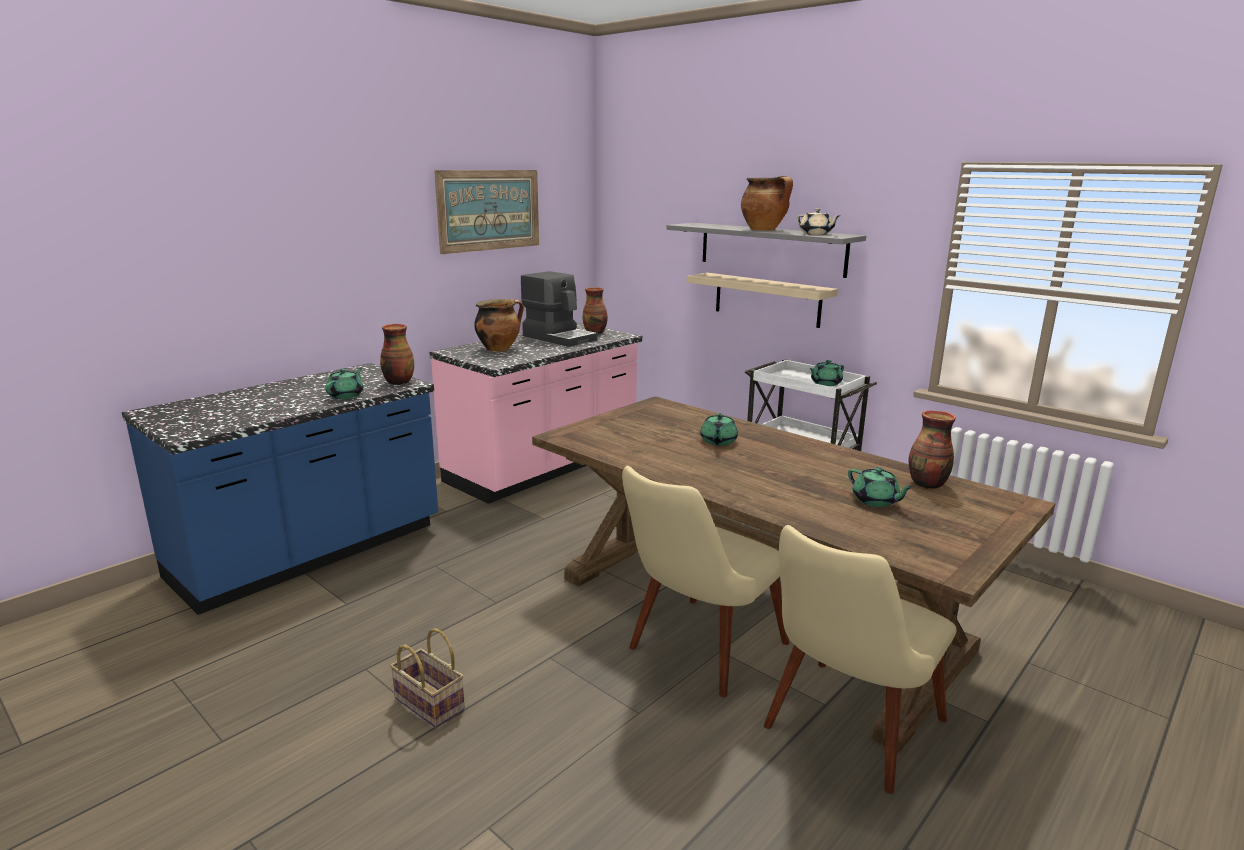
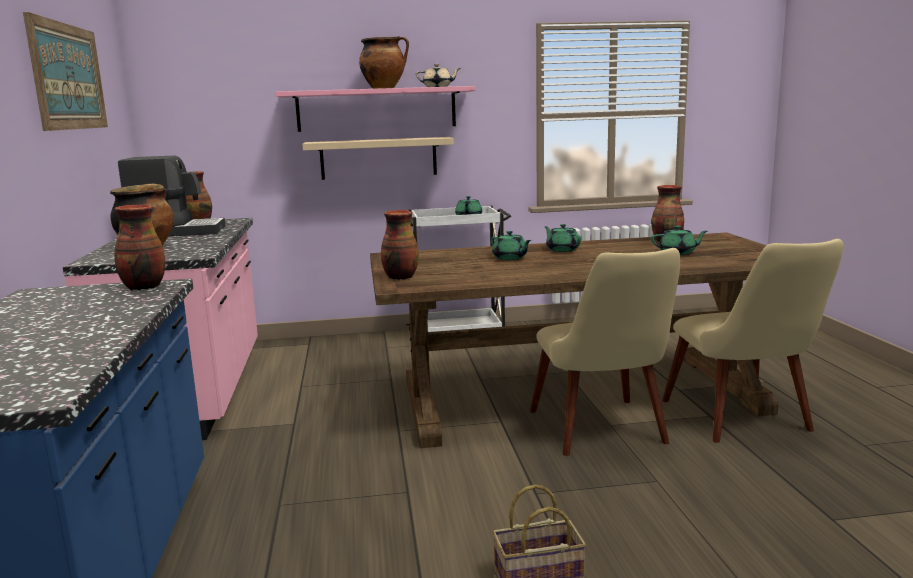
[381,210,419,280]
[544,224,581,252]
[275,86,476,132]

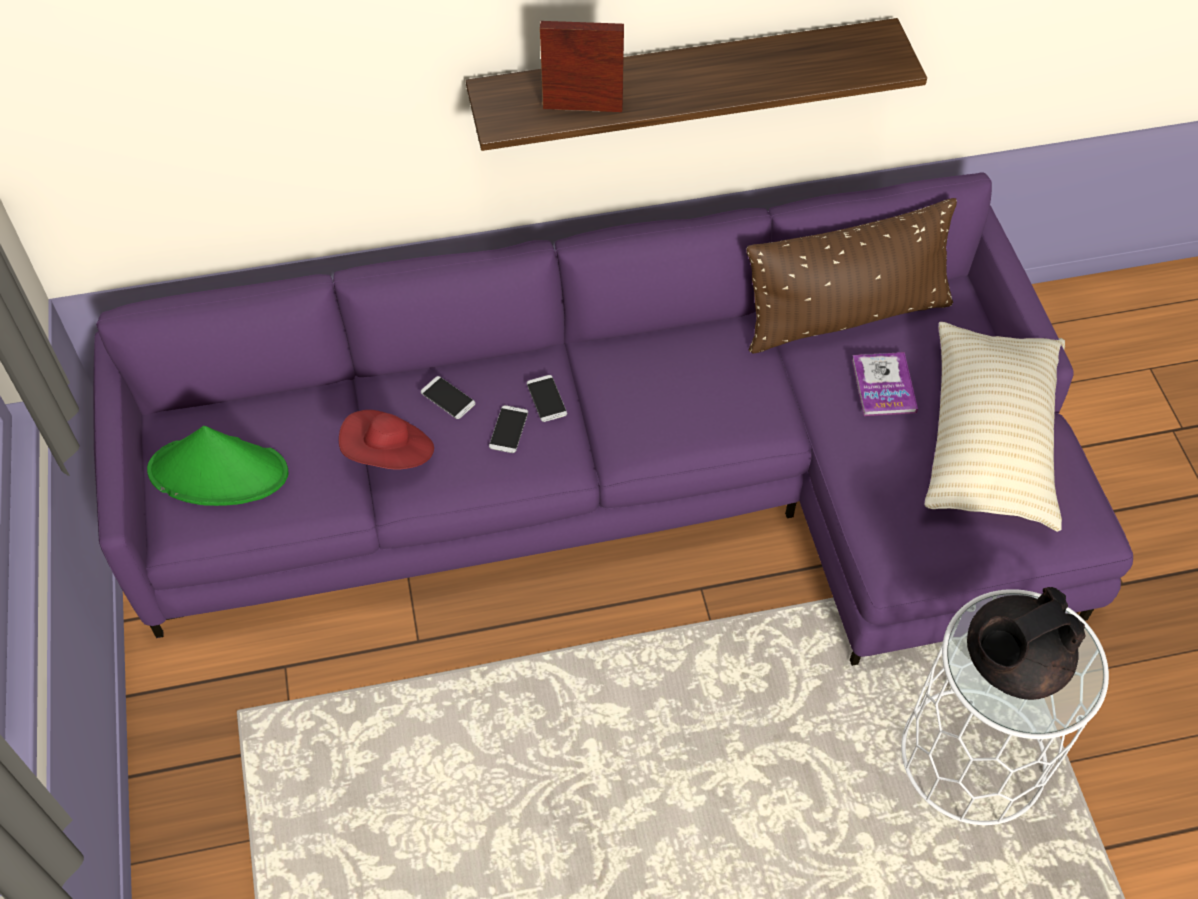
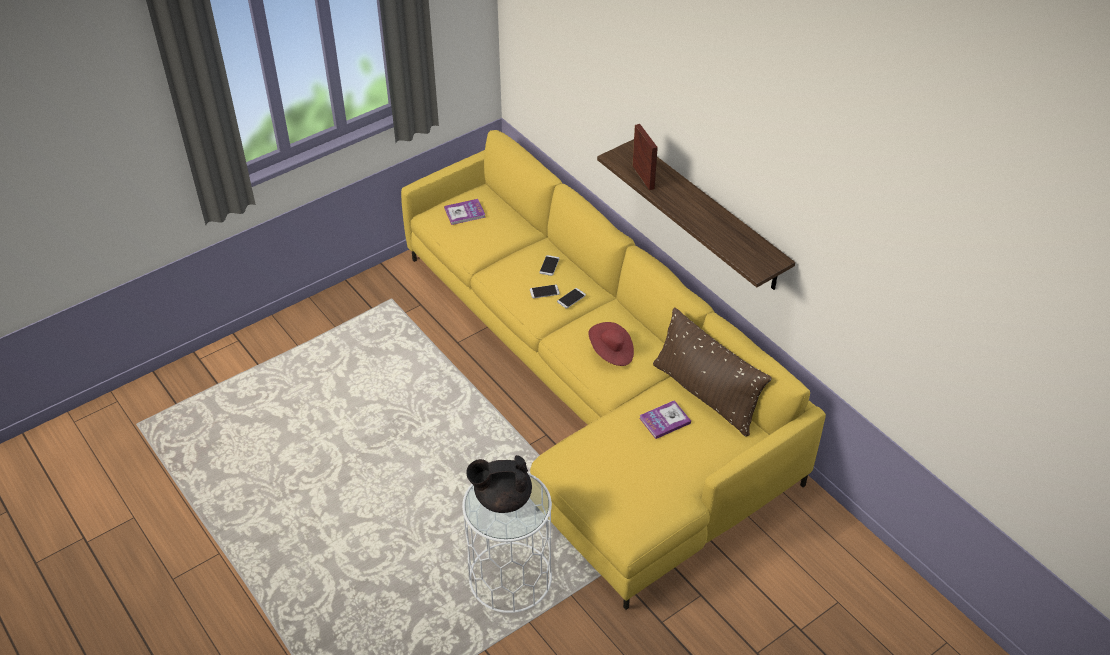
[924,322,1065,532] (first image)
[588,322,634,366]
[444,199,486,225]
[401,130,826,610]
[466,455,532,513]

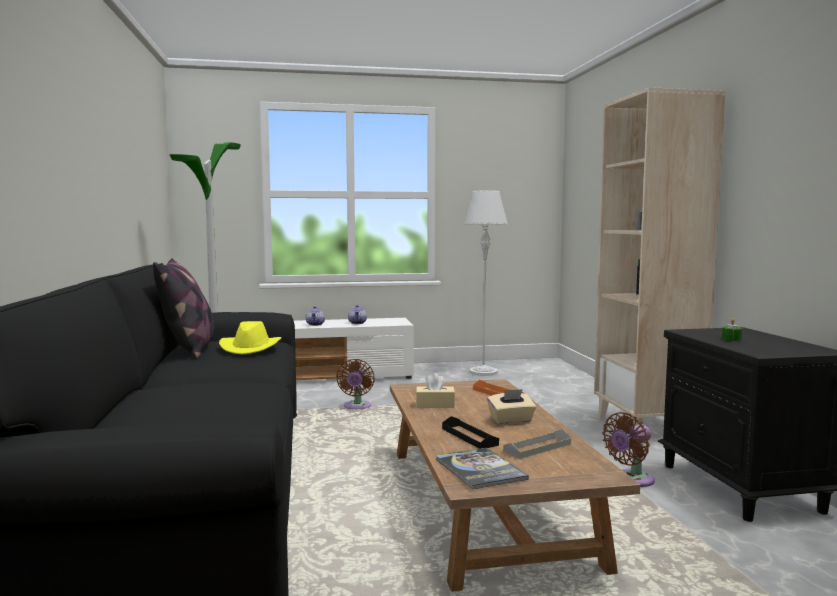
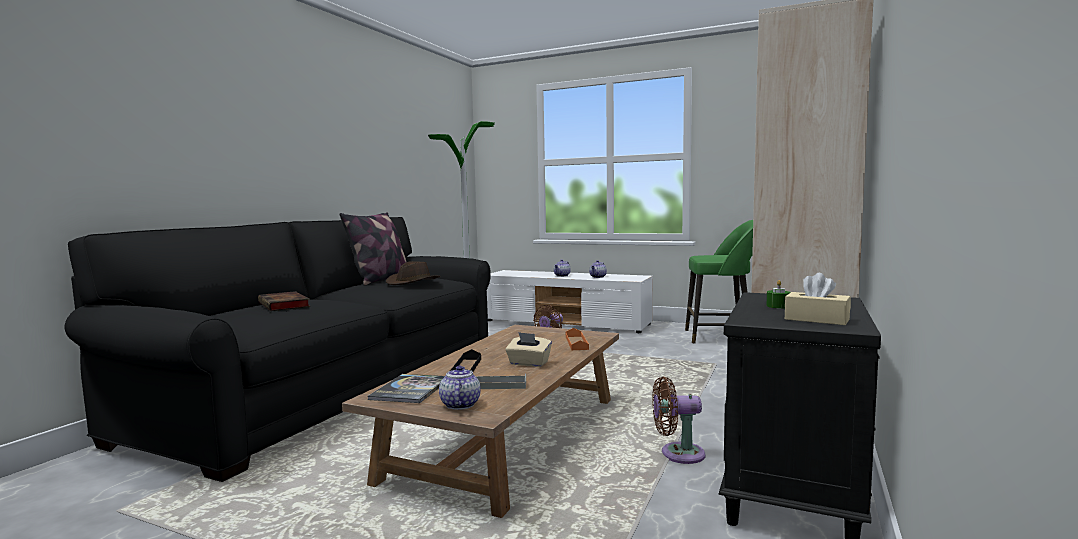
[258,291,310,311]
[439,366,481,410]
[785,273,851,325]
[685,220,753,344]
[386,261,441,285]

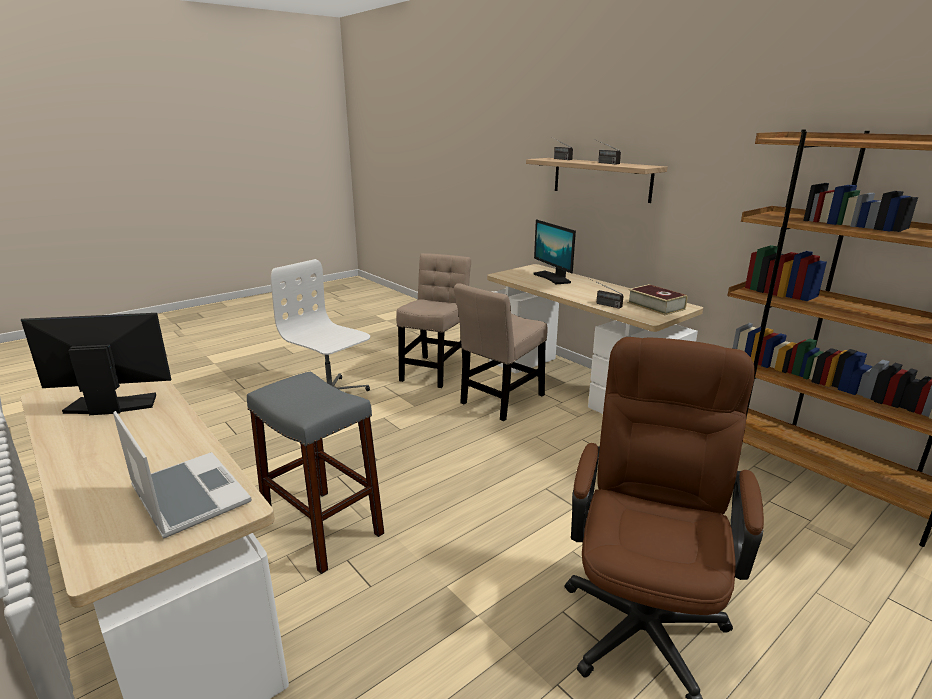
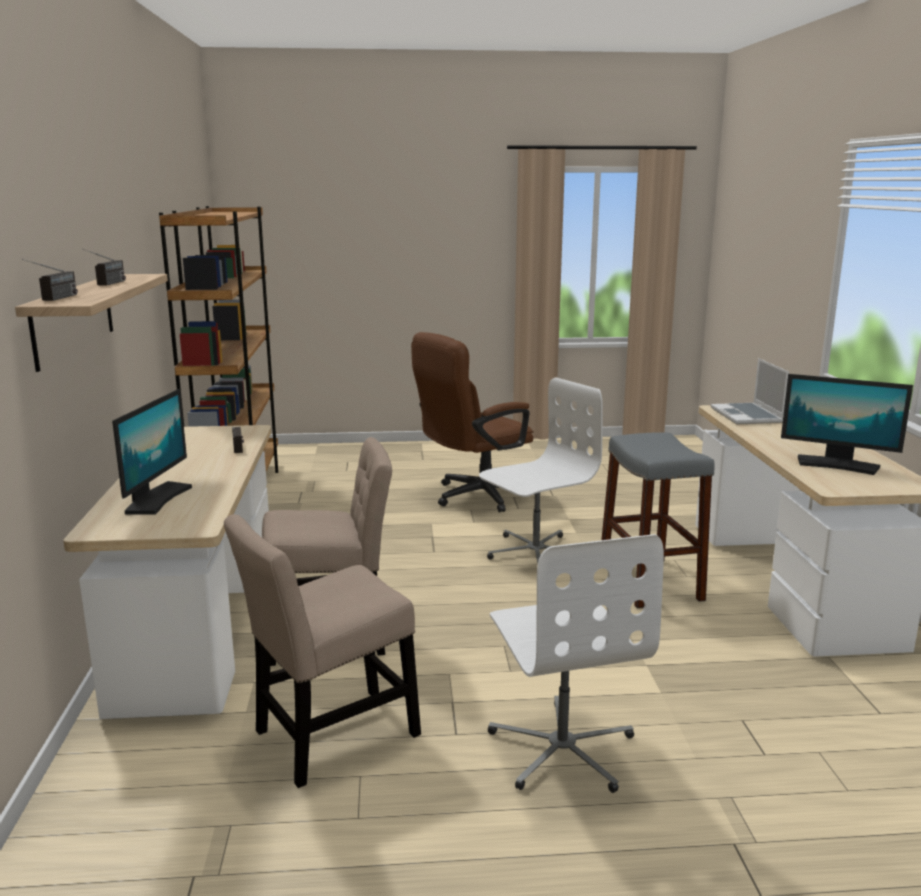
[627,284,688,315] (first image)
[479,378,603,564]

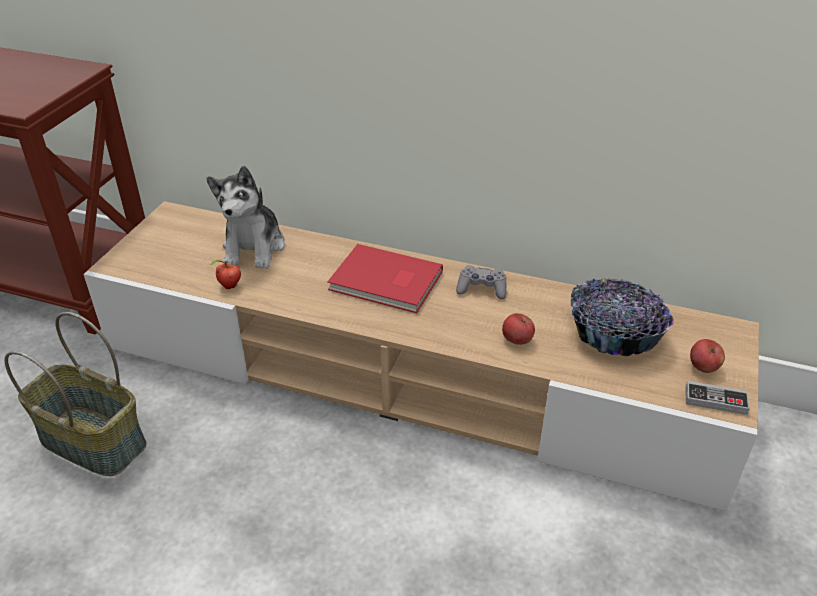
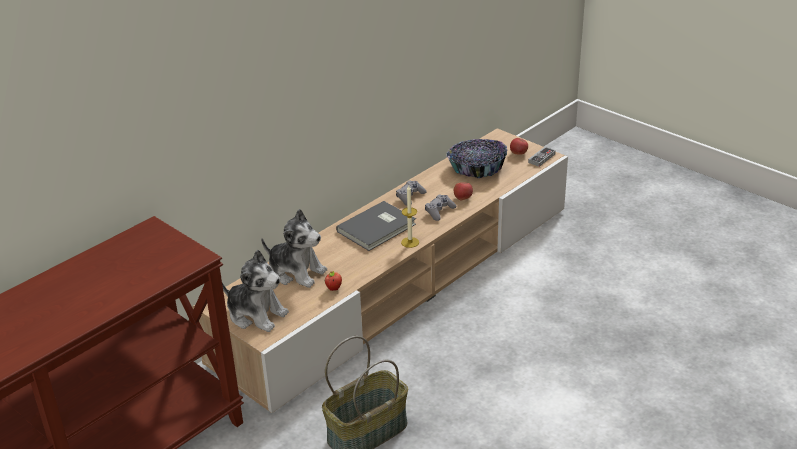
[222,250,289,332]
[401,185,419,248]
[425,194,456,221]
[336,201,416,251]

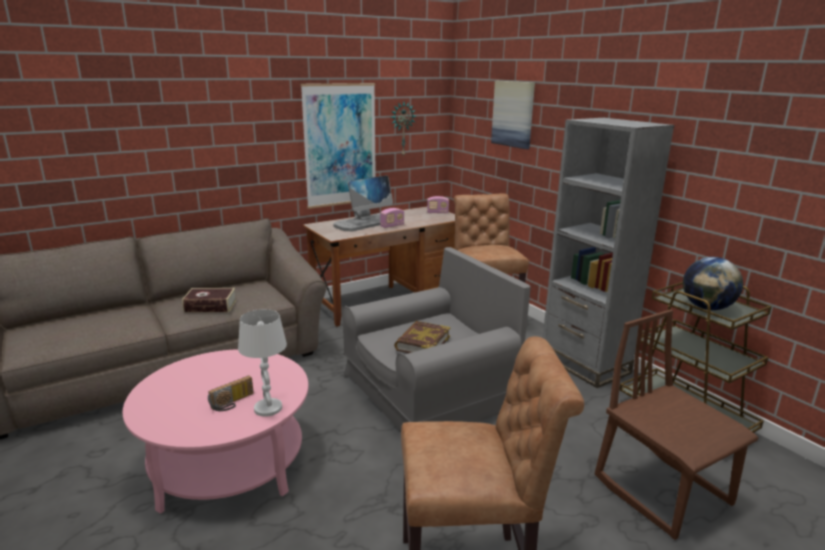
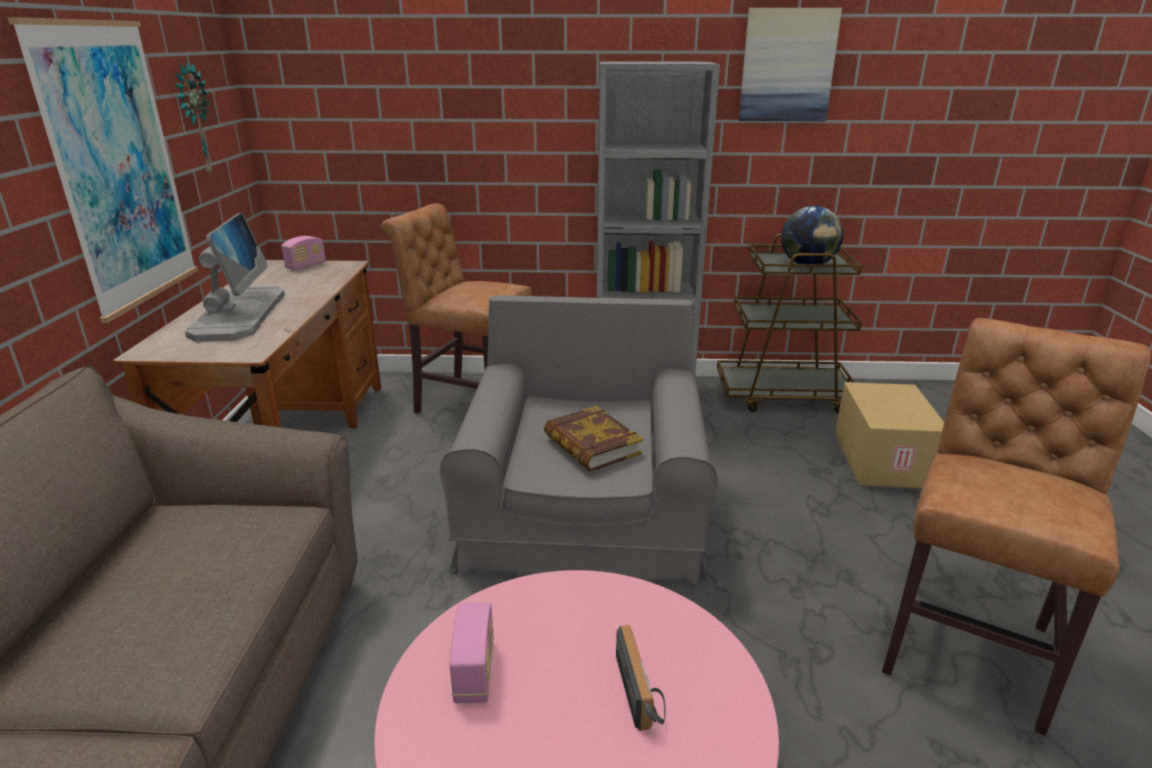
[182,288,237,313] (first image)
[238,309,287,417] (first image)
[450,603,494,703]
[738,8,842,121]
[835,382,944,488]

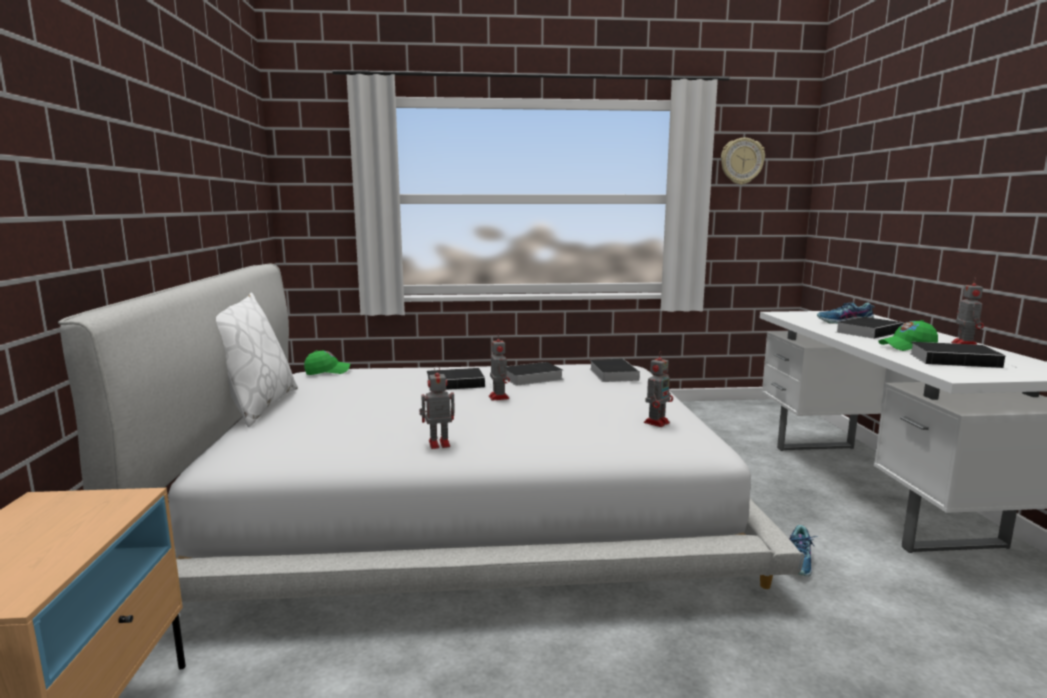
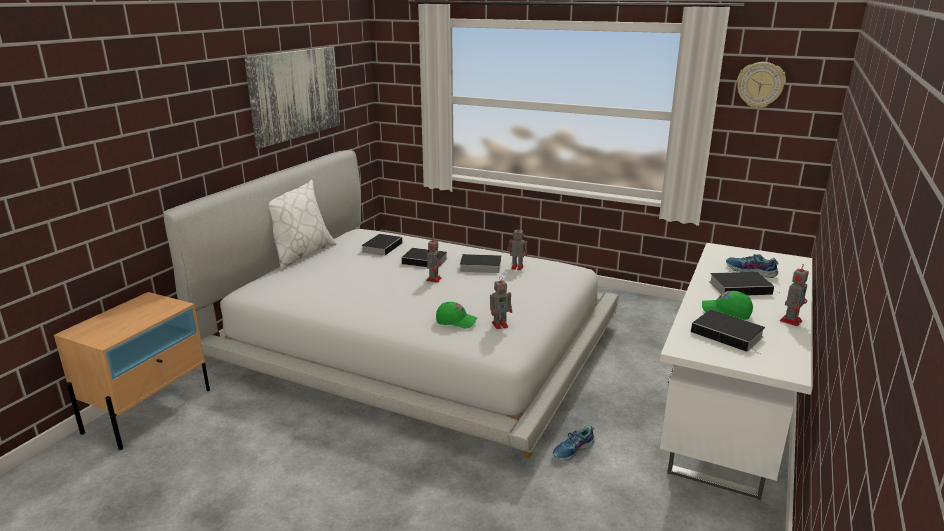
[244,47,340,148]
[436,302,477,329]
[507,226,527,270]
[361,234,402,256]

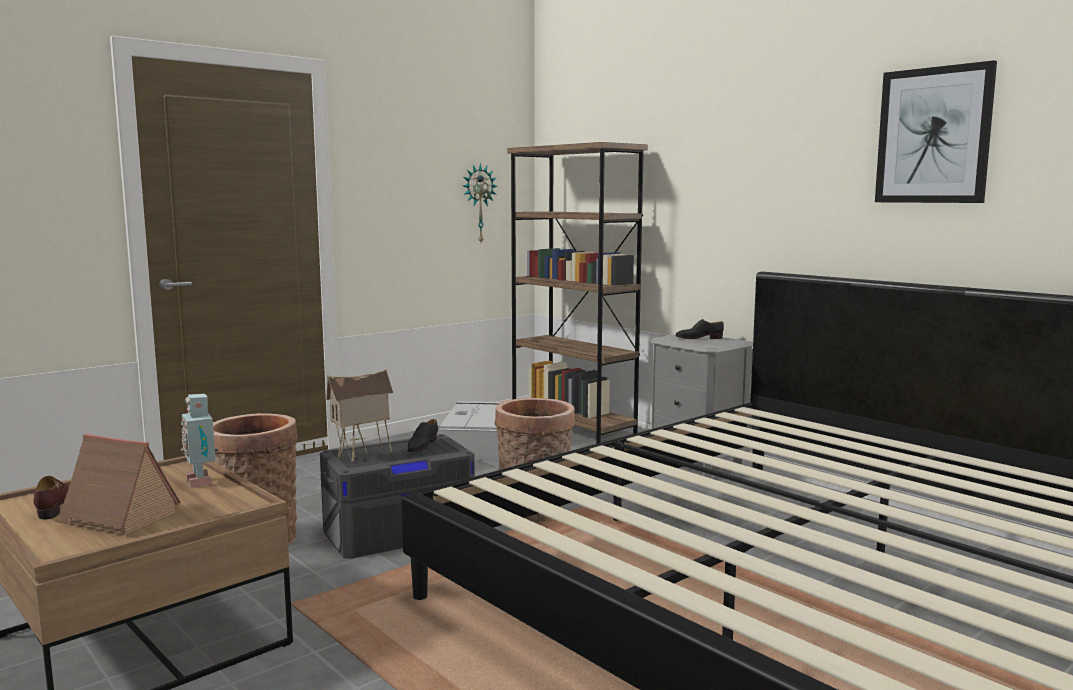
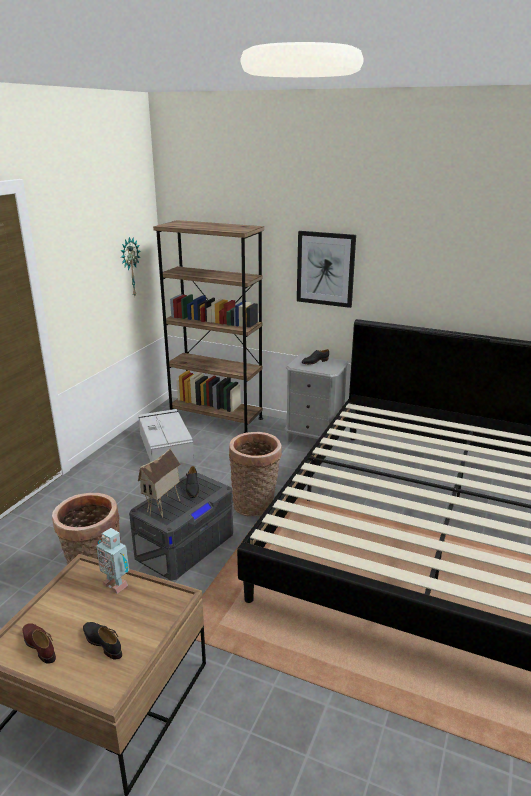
[297,231,356,308]
[83,622,122,660]

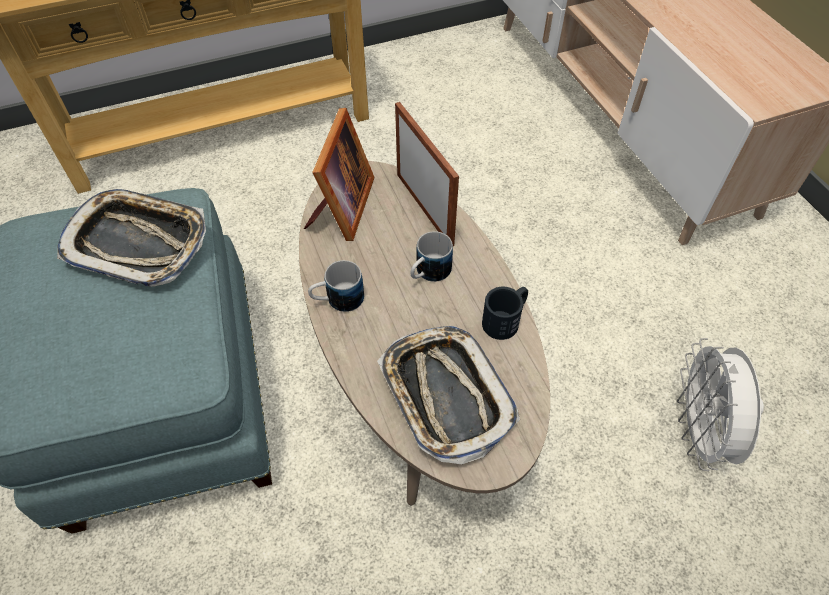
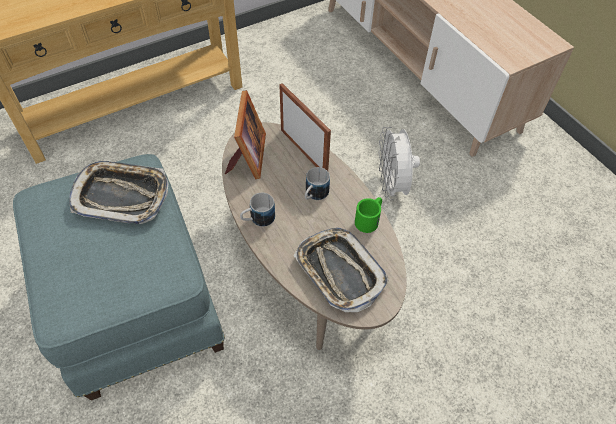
[378,127,420,200]
[355,197,382,233]

